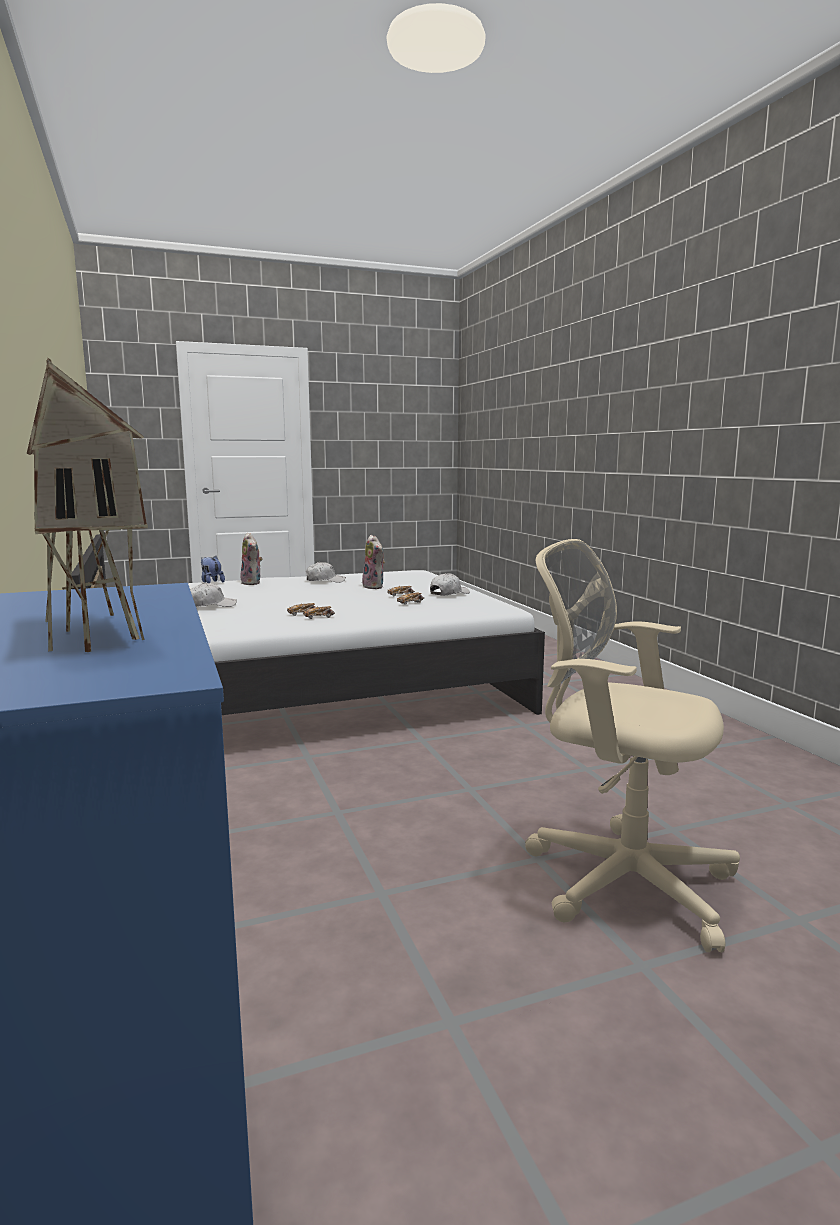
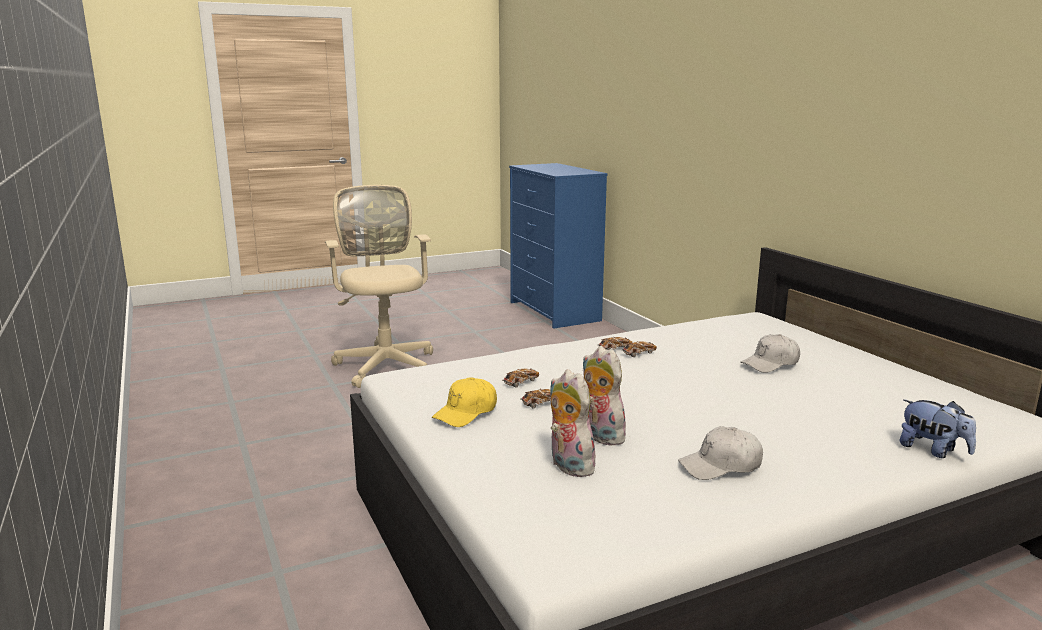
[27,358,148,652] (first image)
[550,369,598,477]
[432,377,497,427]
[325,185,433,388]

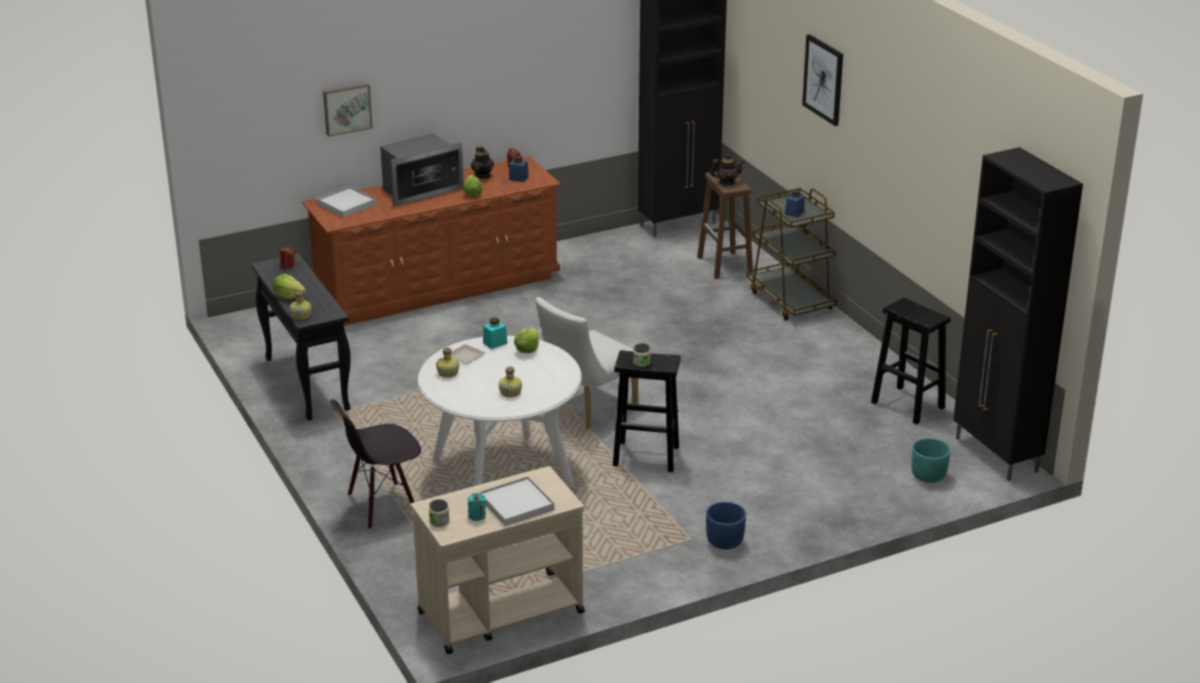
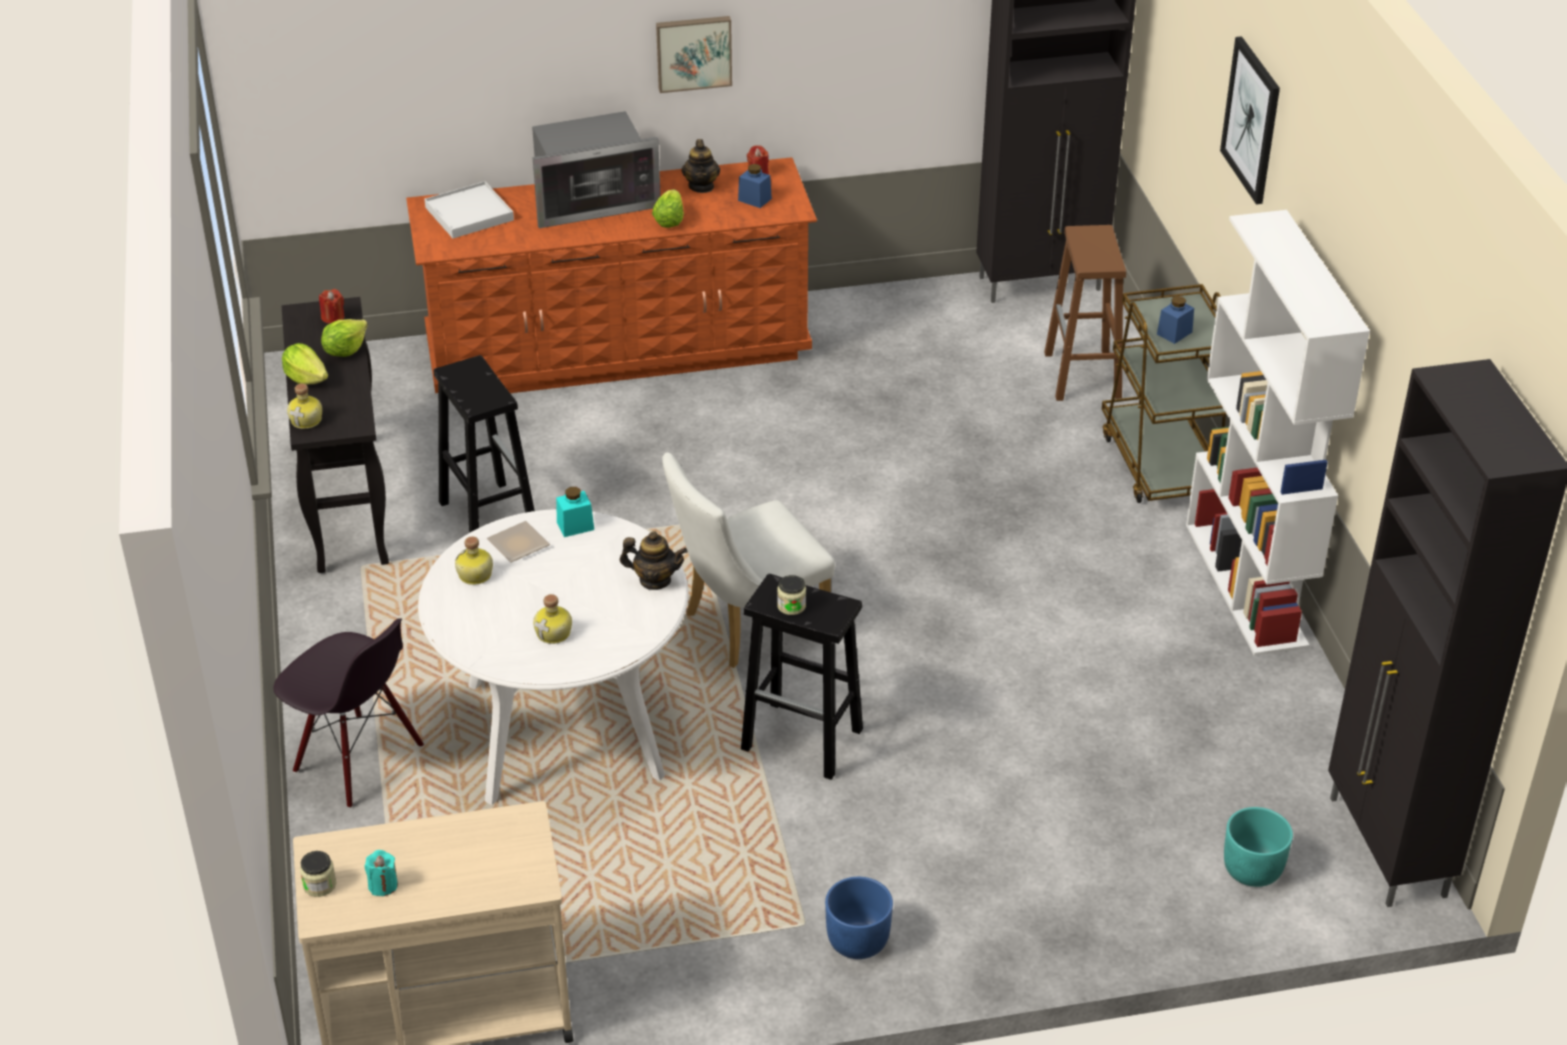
[479,476,555,526] (first image)
[1186,210,1370,656]
[656,16,732,93]
[321,319,368,357]
[620,531,687,590]
[434,355,535,533]
[273,618,424,808]

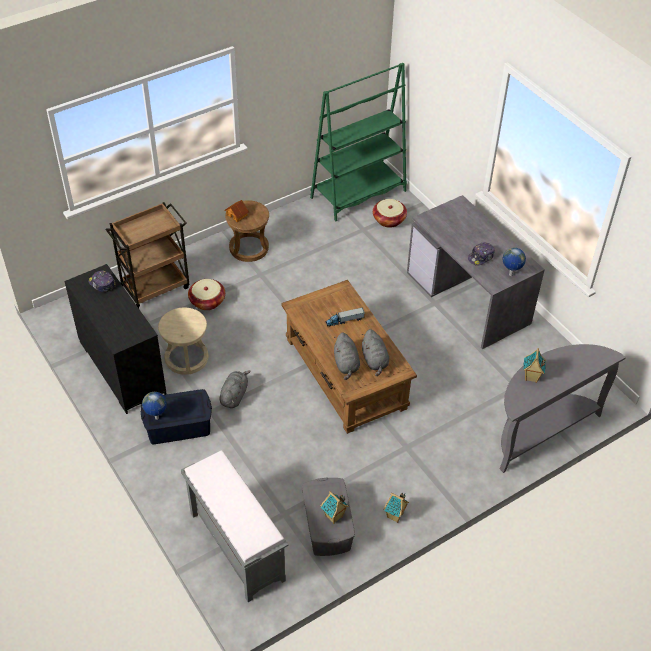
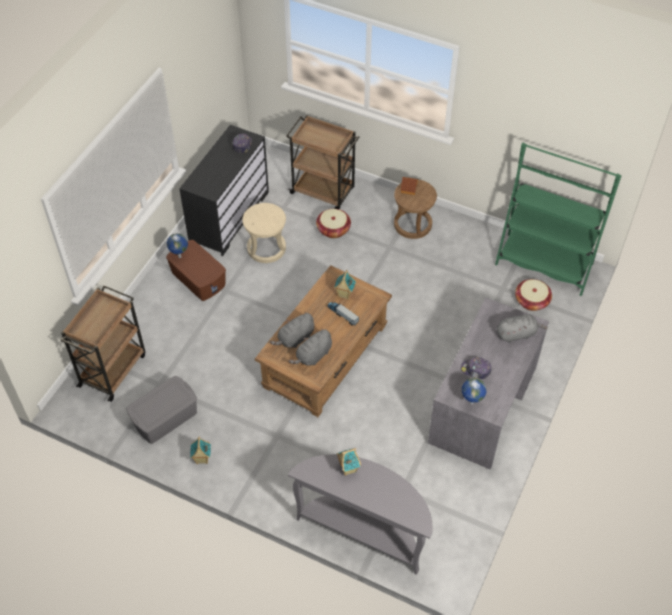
[497,314,547,343]
[334,270,356,300]
[60,286,145,402]
[166,240,226,301]

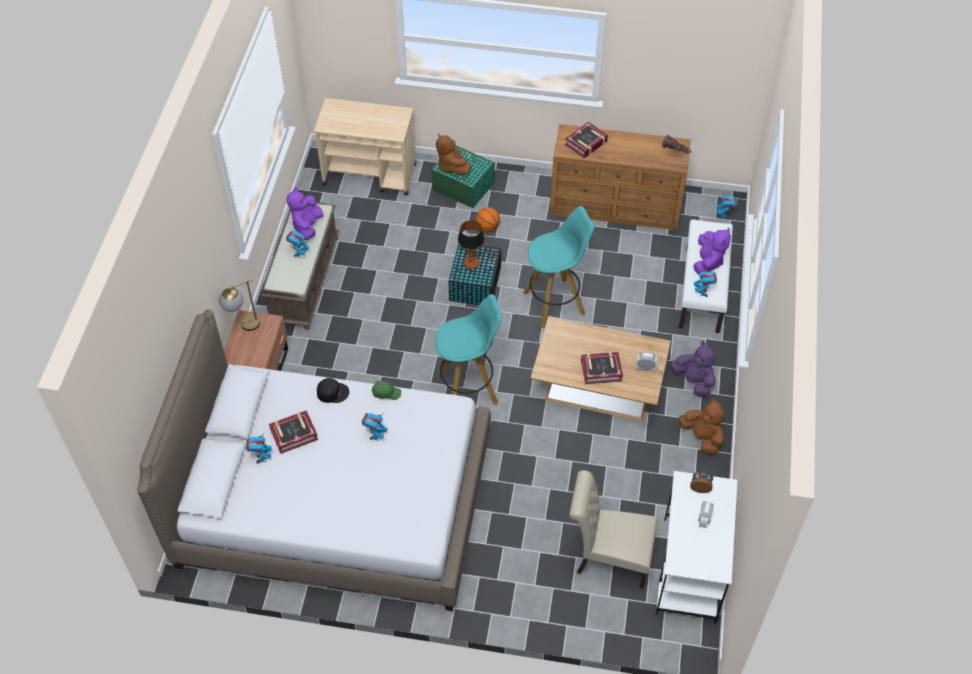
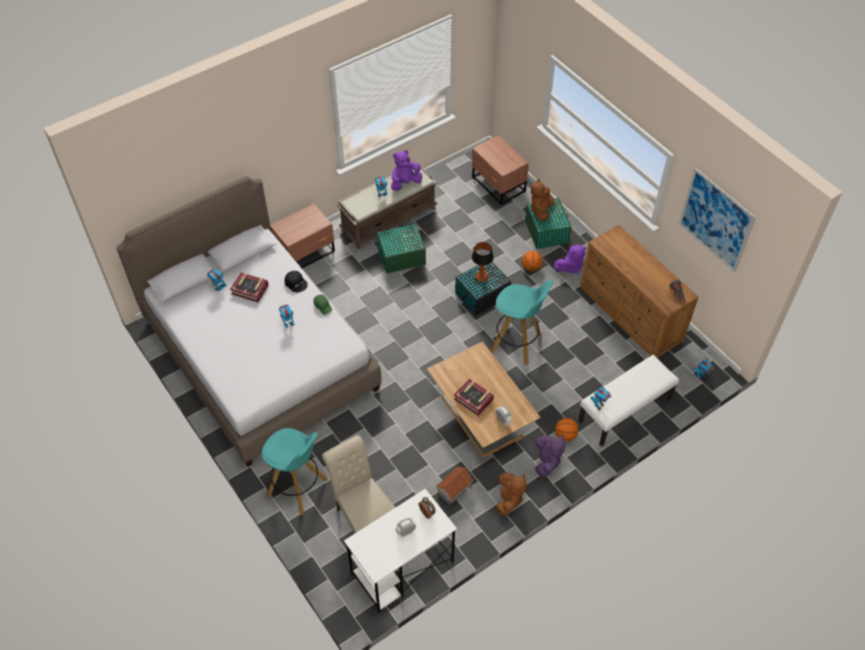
[219,279,260,331] (first image)
[565,122,608,158] (first image)
[377,224,426,274]
[436,466,474,506]
[555,418,578,441]
[679,168,756,272]
[262,428,328,515]
[554,244,586,274]
[472,135,529,205]

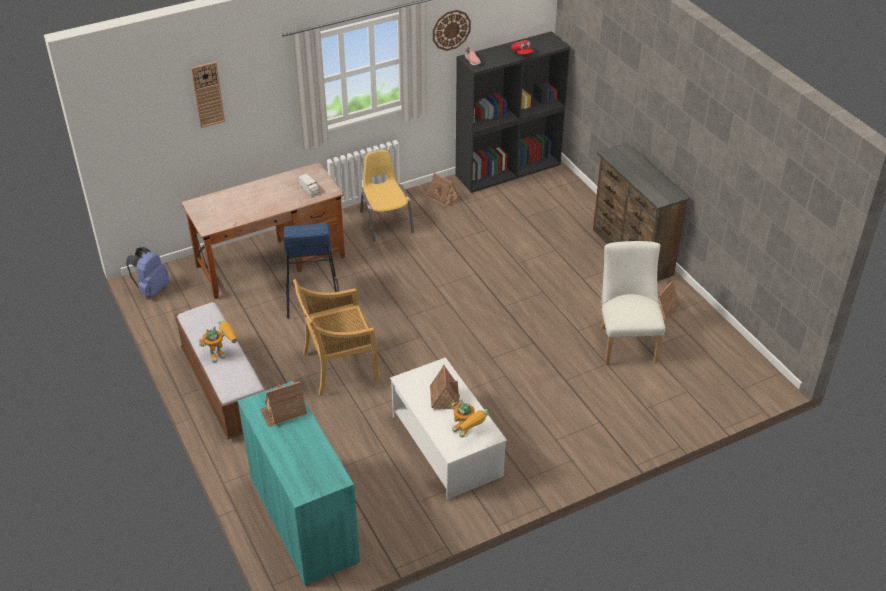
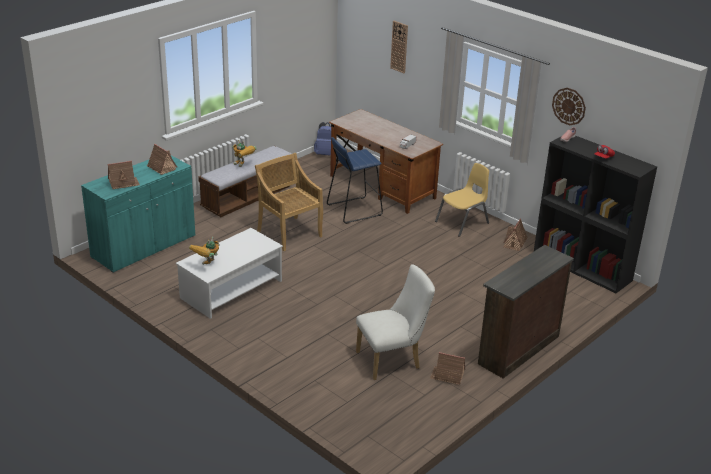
[108,161,140,189]

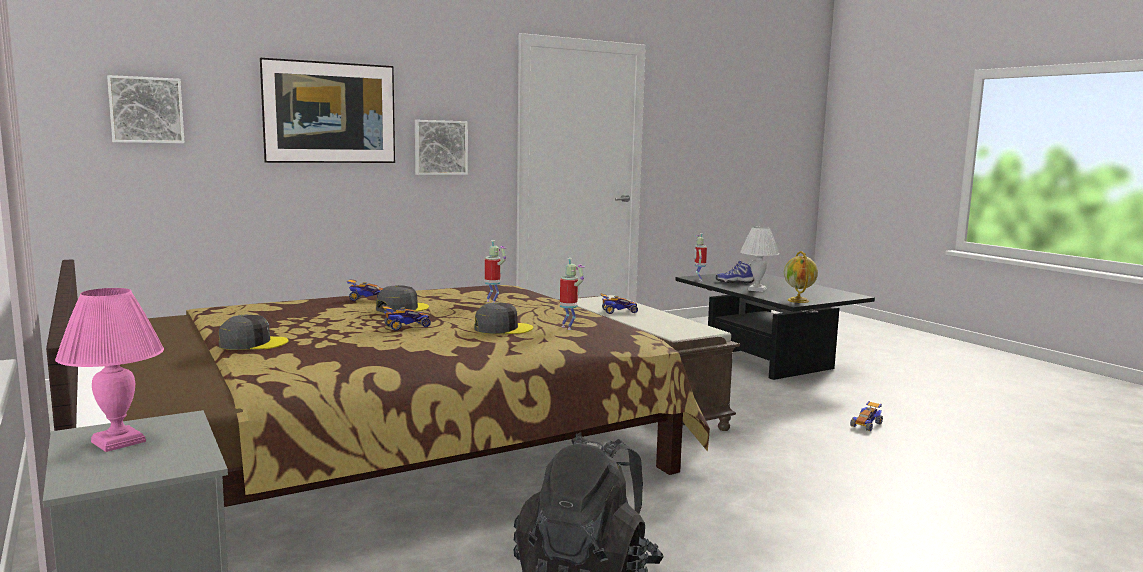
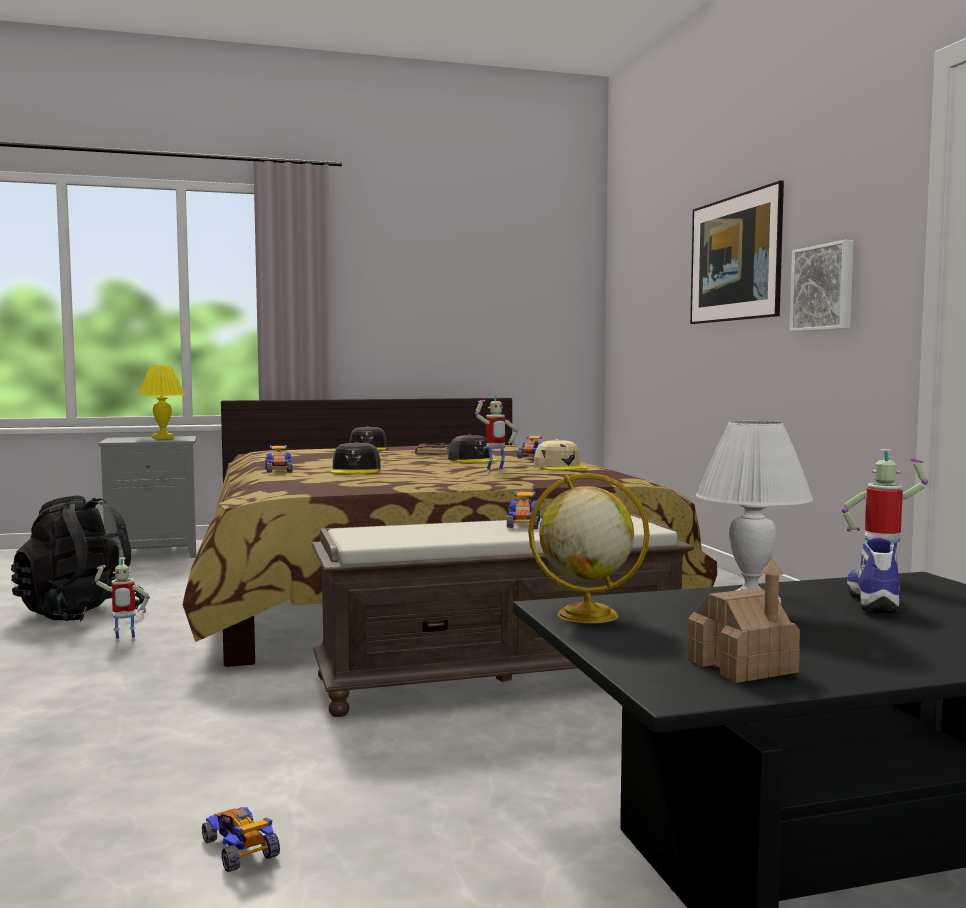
[107,75,185,143] (first image)
[415,443,450,455]
[534,439,588,470]
[688,559,800,683]
[265,445,292,473]
[94,557,150,642]
[139,366,185,439]

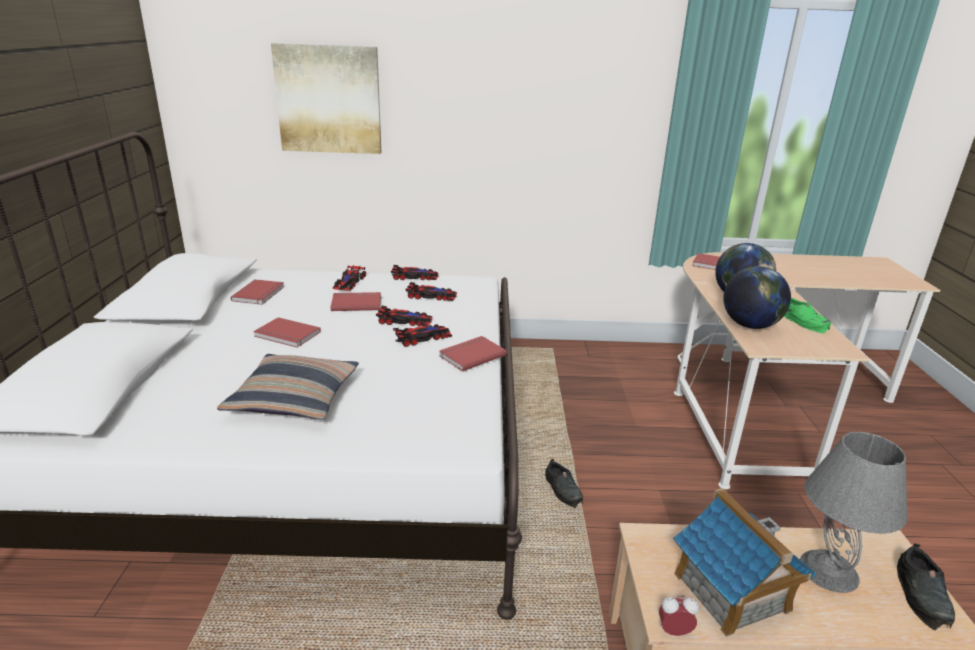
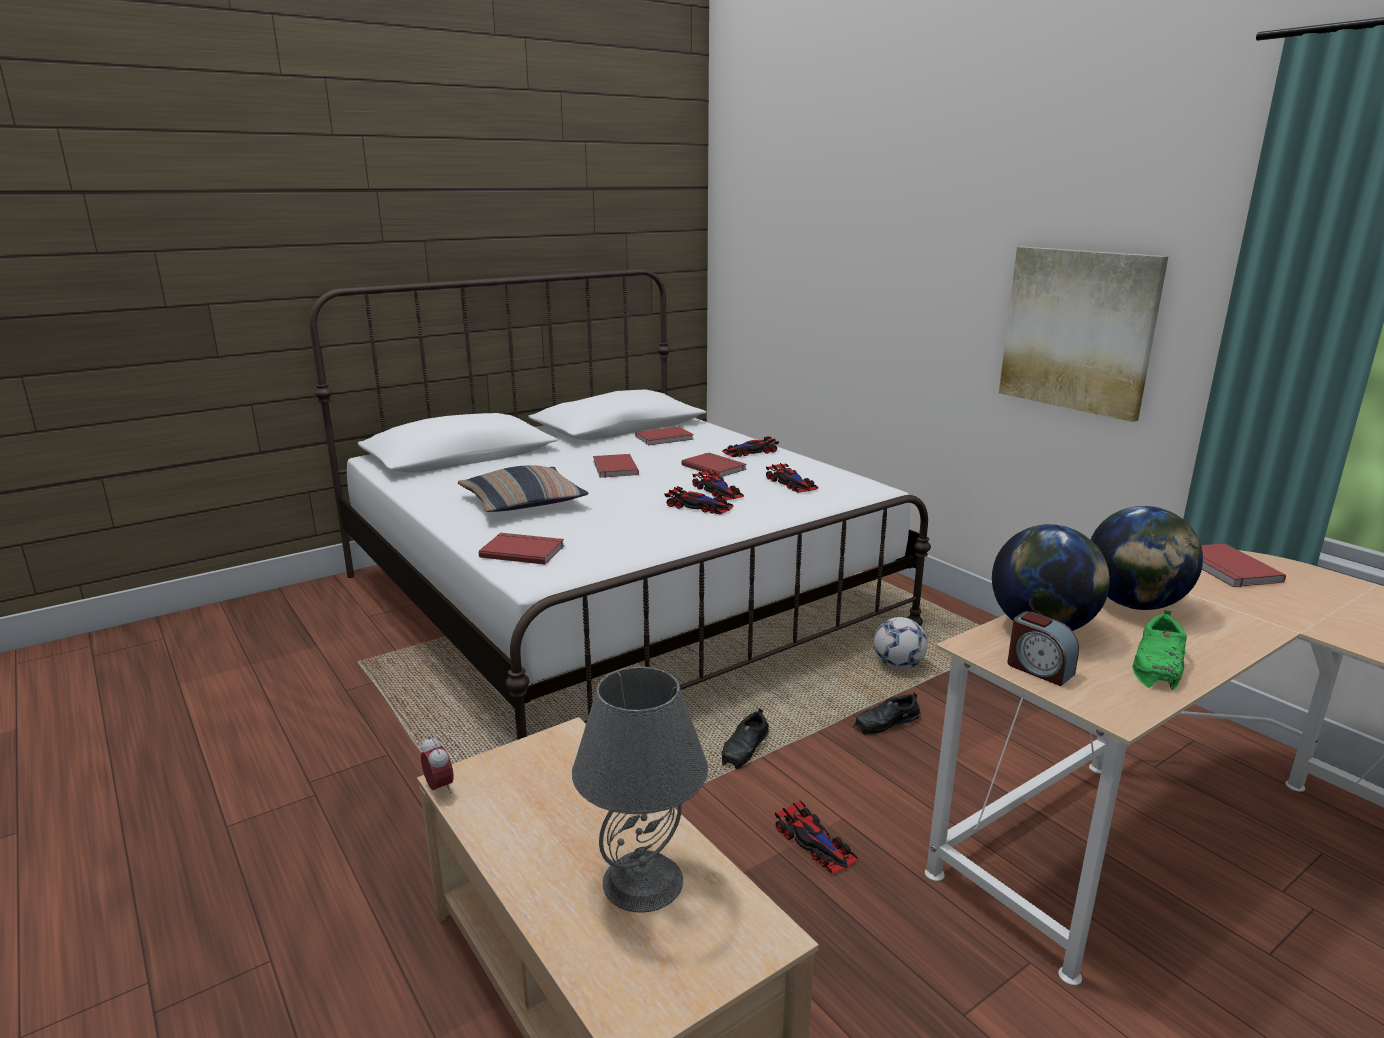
[673,488,816,637] (first image)
[874,617,928,670]
[1007,611,1079,686]
[999,247,1168,422]
[775,801,858,874]
[479,533,564,565]
[853,692,921,735]

